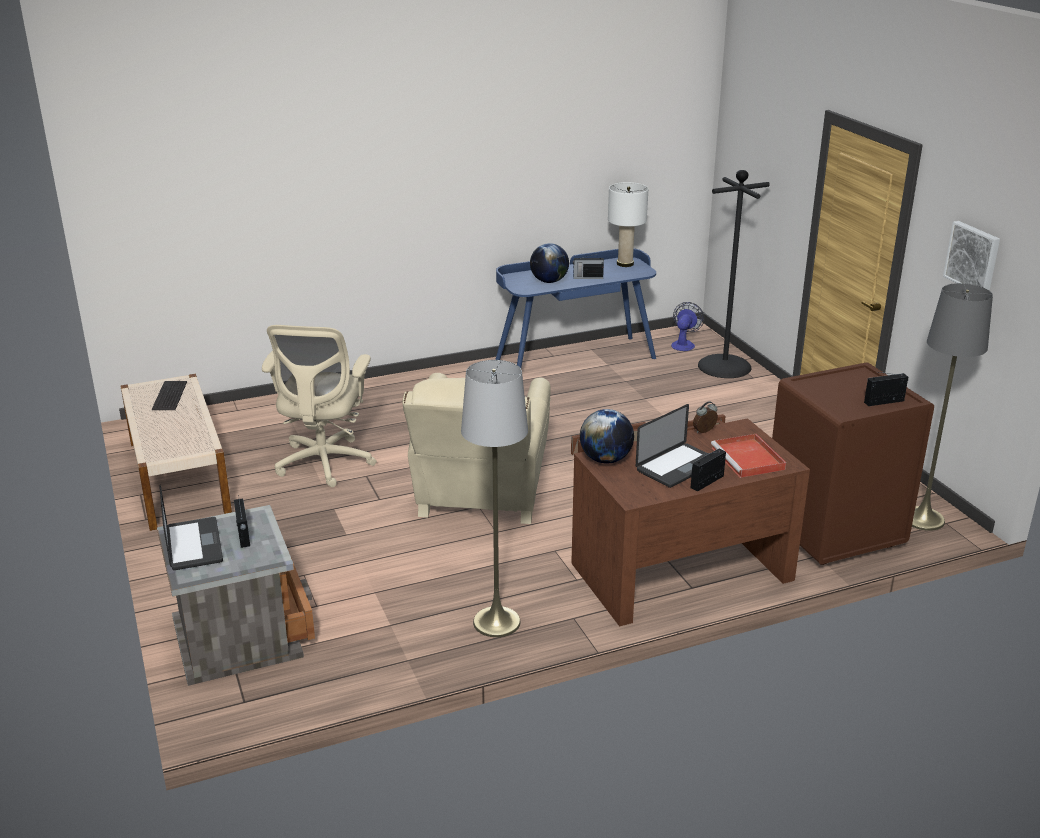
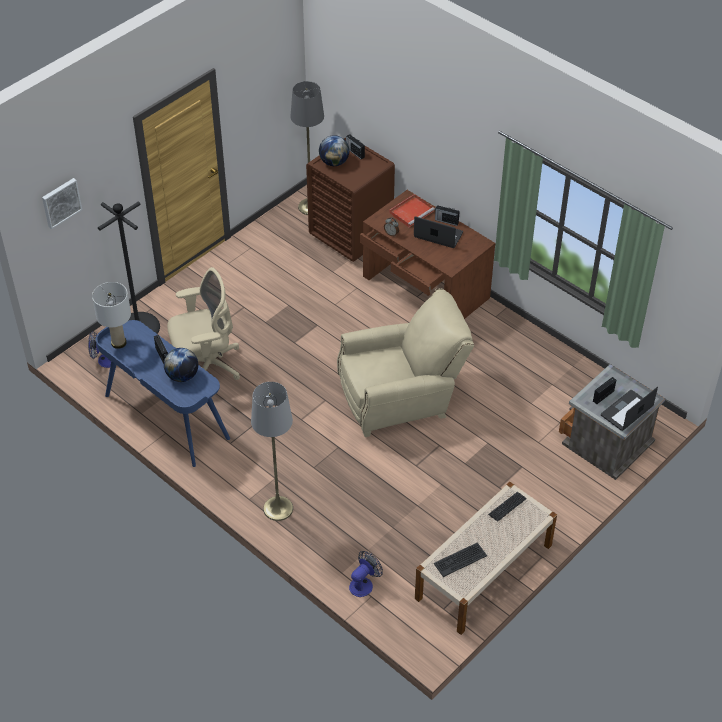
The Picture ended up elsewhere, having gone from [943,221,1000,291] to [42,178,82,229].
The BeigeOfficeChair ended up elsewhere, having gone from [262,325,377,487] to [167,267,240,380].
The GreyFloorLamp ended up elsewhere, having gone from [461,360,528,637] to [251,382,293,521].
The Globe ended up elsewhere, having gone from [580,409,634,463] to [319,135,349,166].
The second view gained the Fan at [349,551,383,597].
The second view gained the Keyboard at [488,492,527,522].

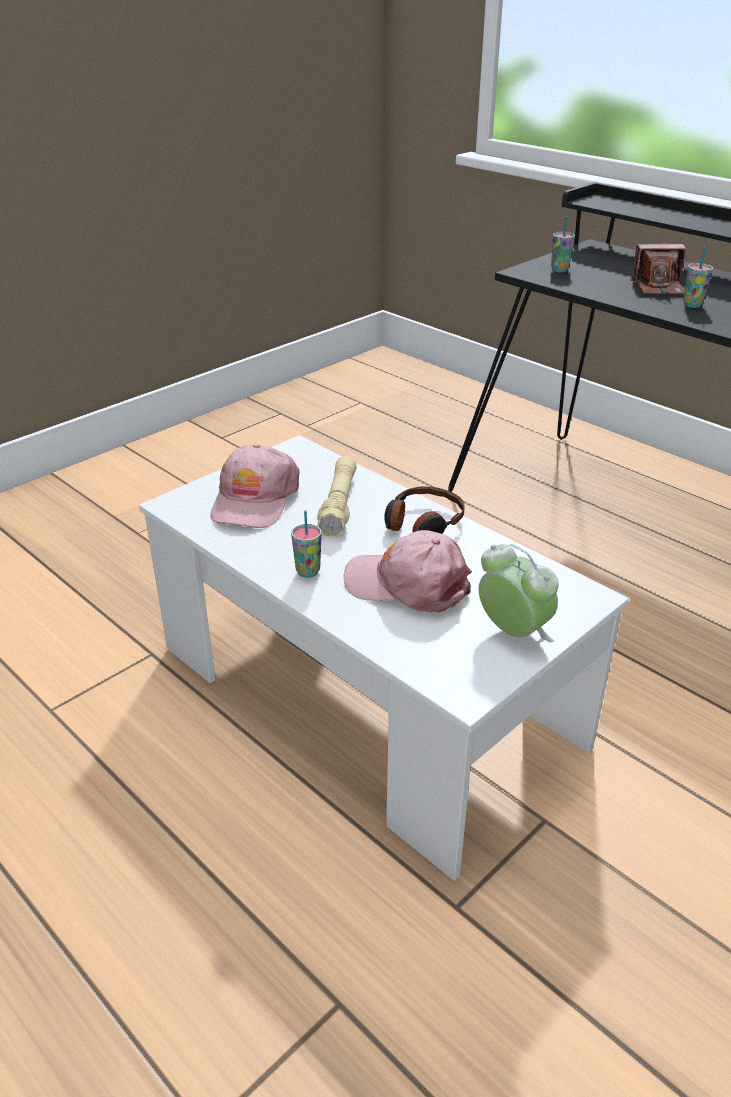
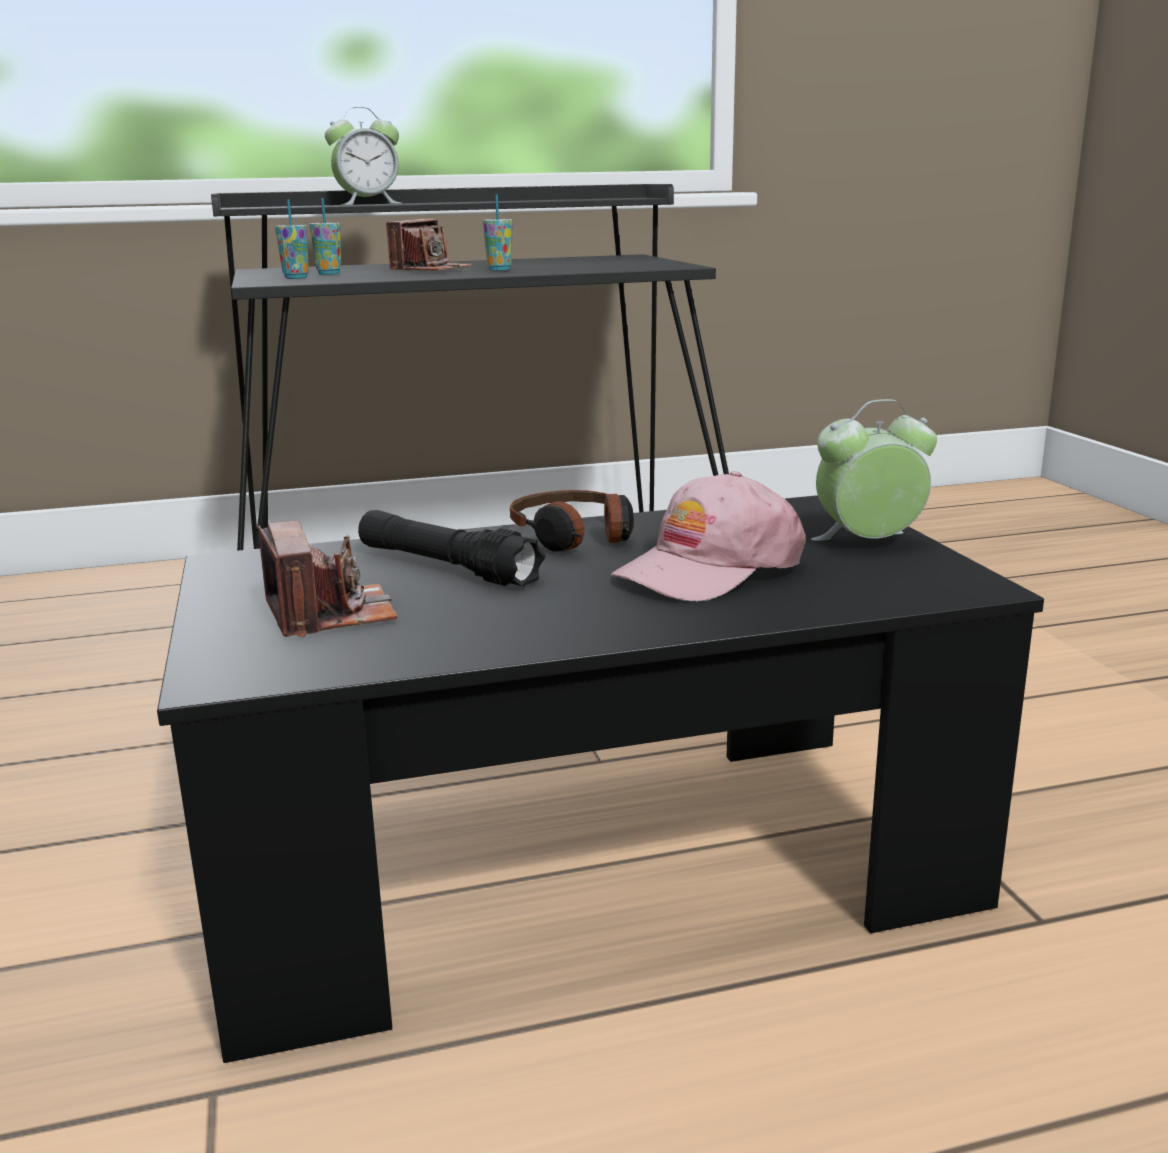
What was the WhiteCoffeeTable at [139,435,629,881] turned into the BlackCoffeeTable at [157,495,1044,1063].
Where the PinkCap stood at [210,444,300,528], the PhotoCamera came to stand at [258,521,397,637].
The Cup ended up elsewhere, having gone from [291,511,322,578] to [310,198,341,275].
The second view gained the AlarmClock at [325,107,401,205].
What was the BeigeFlashlight at [317,456,357,537] turned into the BlackFlashlight at [358,510,545,587].

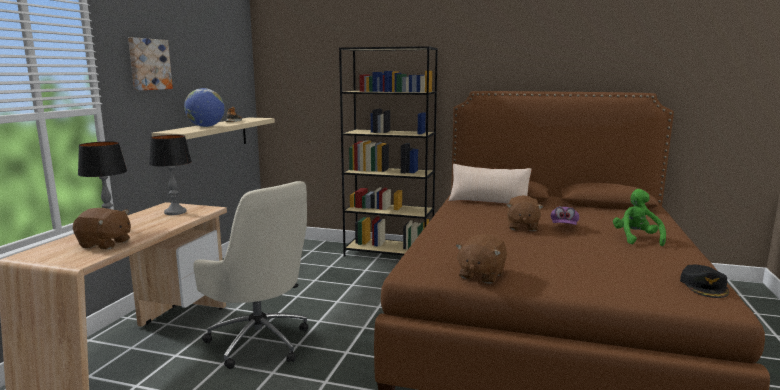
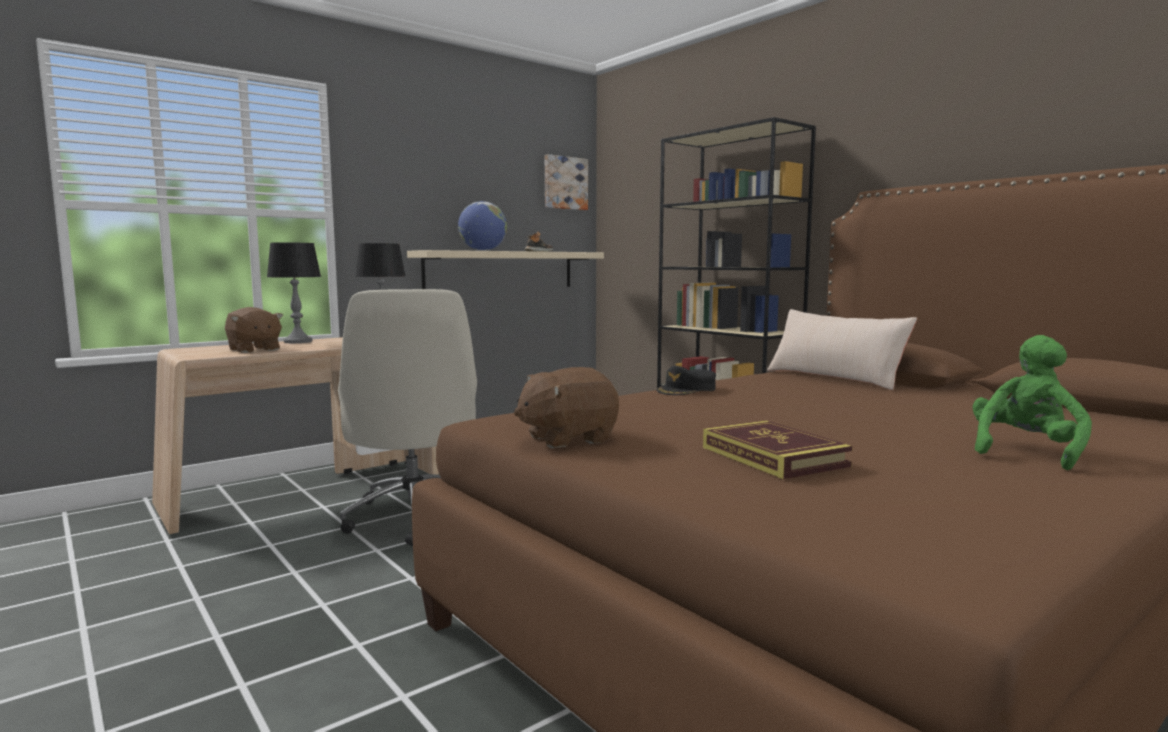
The Picture ended up elsewhere, having gone from [128,37,173,91] to [545,154,588,210].
The BlackCap ended up elsewhere, having gone from [680,265,729,298] to [657,366,716,395].
The second view gained the Book at [703,421,853,479].
The second view lost the BrownPlushToy at [507,195,543,231].
The second view lost the PurpleCap at [551,206,579,225].

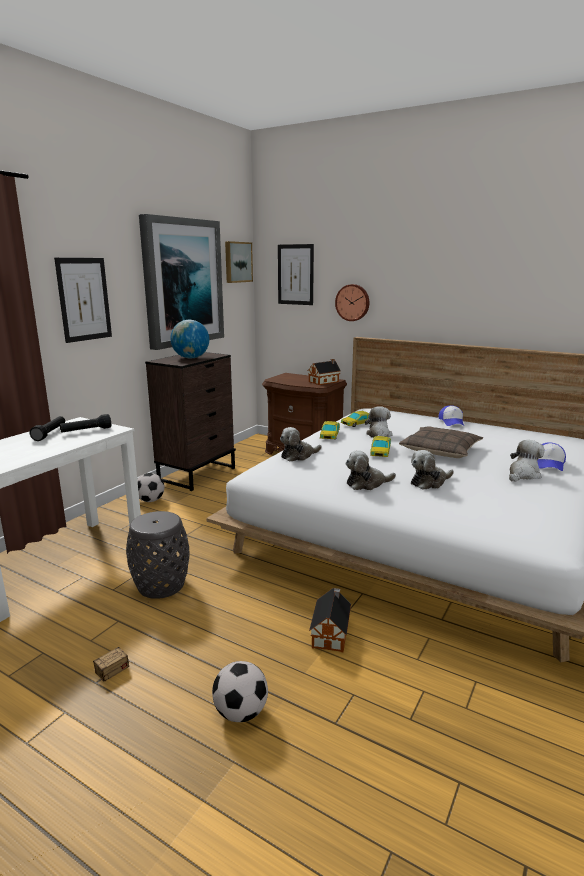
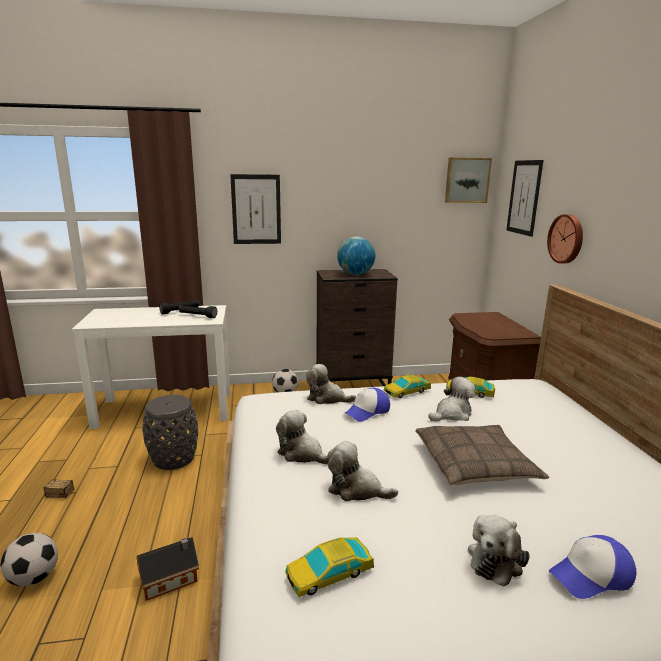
The ToyCar ended up elsewhere, having gone from [370,436,391,457] to [285,537,374,597].
The Cap ended up elsewhere, having gone from [439,405,464,426] to [345,388,390,422].
The PlushToy at [509,440,544,482] ended up facing another way, 120 degrees clockwise from before.
The second view lost the Picture at [139,214,224,350].
The second view lost the ToyHouse at [308,359,341,385].

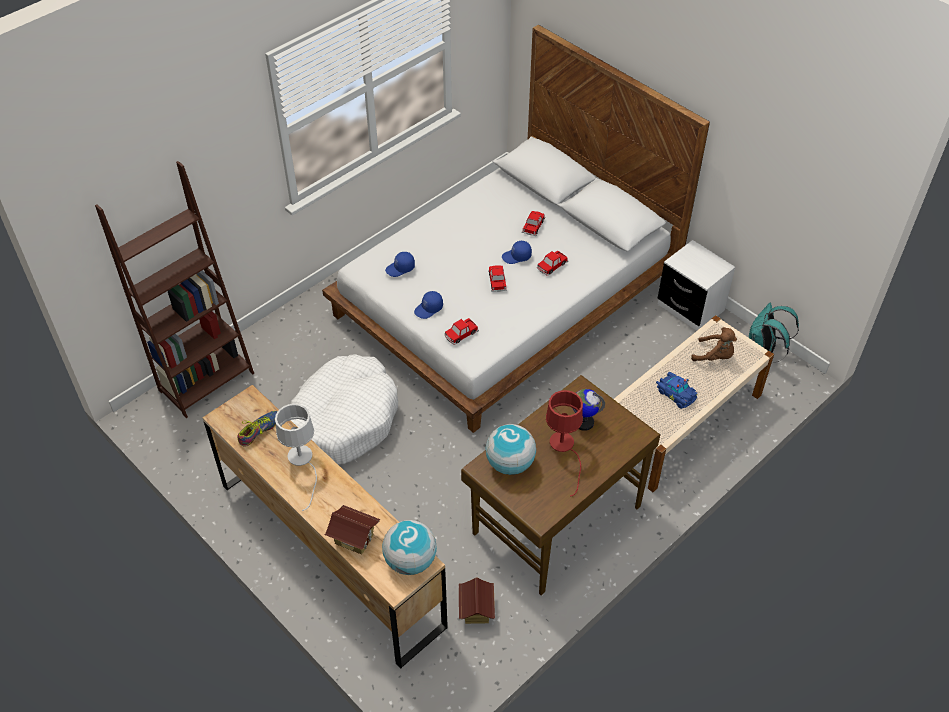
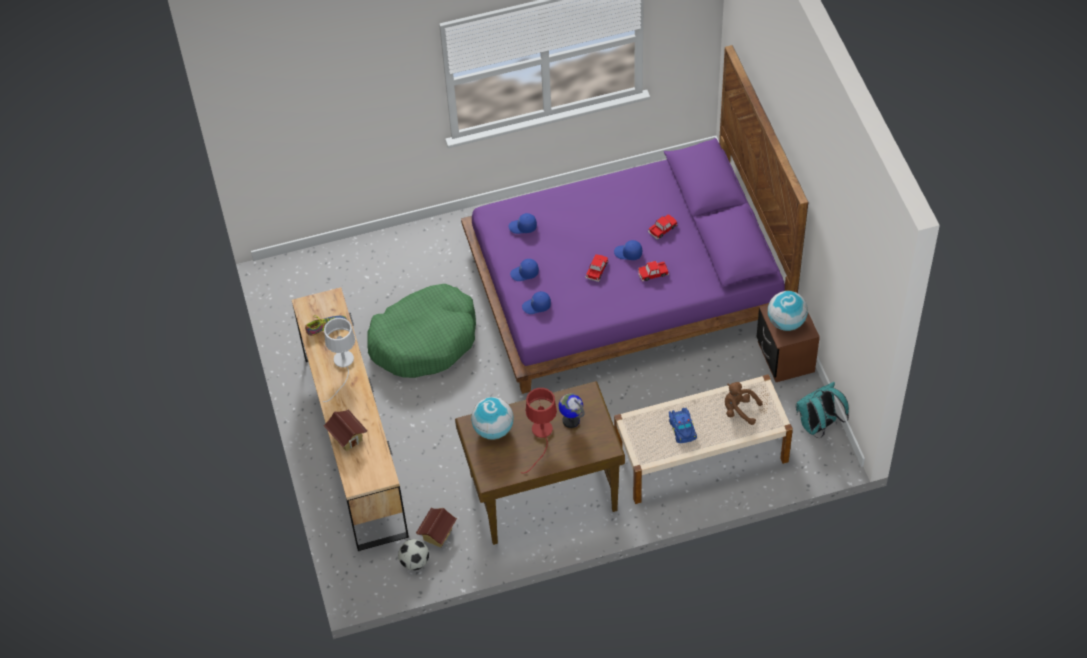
What was the WhiteDogBed at [291,354,398,464] turned into the GreenDogBed at [367,284,476,378].
The second view gained the Football at [398,539,429,571].
What was the WhiteBed at [322,25,710,433] turned into the PurpleBed at [461,45,808,394].
Where the ToyCar stood at [444,318,479,345], the BlueCap came to stand at [522,291,551,314].
The BrownPlushToy at [691,327,737,361] ended up facing another way, 150 degrees clockwise from before.
What was the WhiteNightstand at [658,240,735,331] turned into the BrownNightstand at [757,304,820,382].
The Globe ended up elsewhere, having gone from [382,520,437,575] to [768,291,808,331].
The second view lost the BrownBookcase at [95,161,254,418].

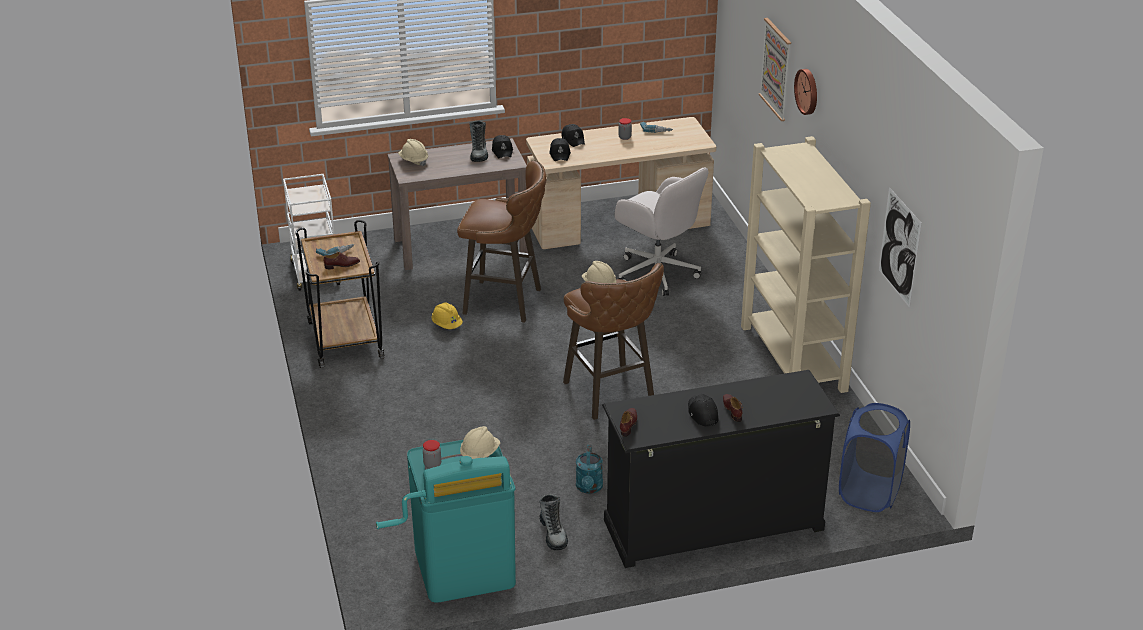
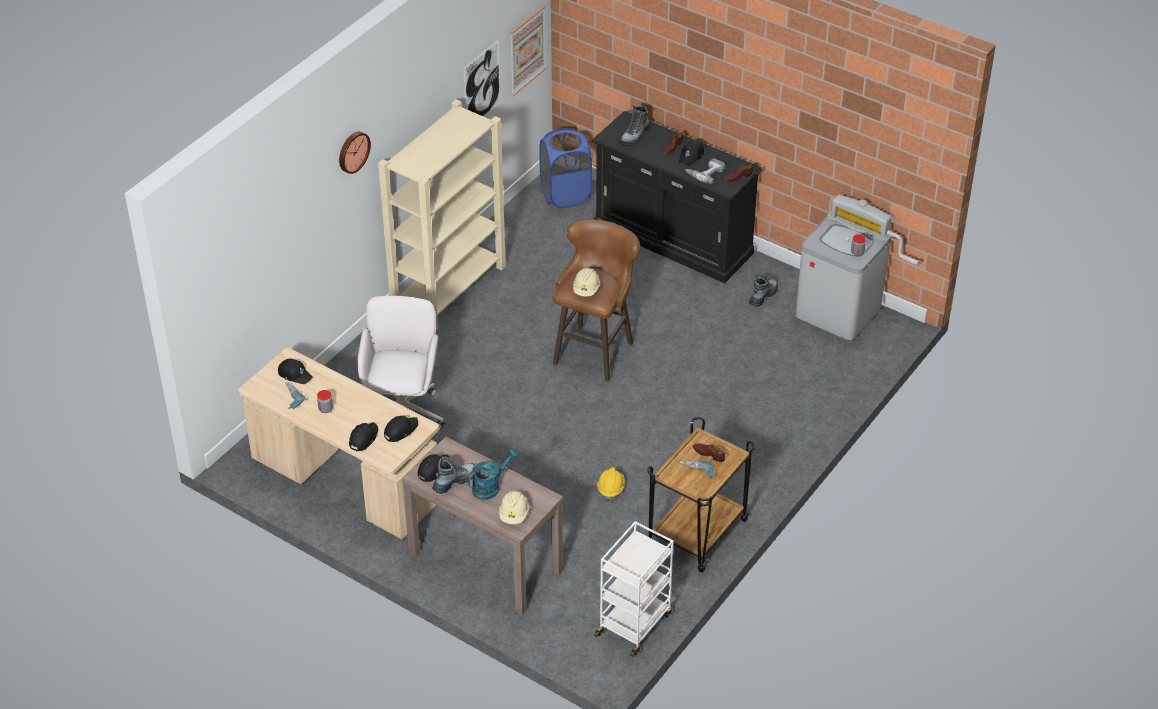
The second view gained the BlackCap at [278,359,313,384].
The TurquoiseWateringCan ended up elsewhere, having gone from [576,445,603,494] to [467,448,518,500].
The Picture ended up elsewhere, having gone from [759,18,791,121] to [509,5,546,96].
The second view gained the Boot at [620,106,651,146].
The second view gained the PowerDrill at [685,158,726,184].
What was the TurquoiseWashingMachine at [376,440,516,603] turned into the GreyWashingMachine at [796,195,919,340].
The second view lost the BrownStool at [457,160,547,322].
The second view lost the BeigeHardHat at [460,426,500,459].

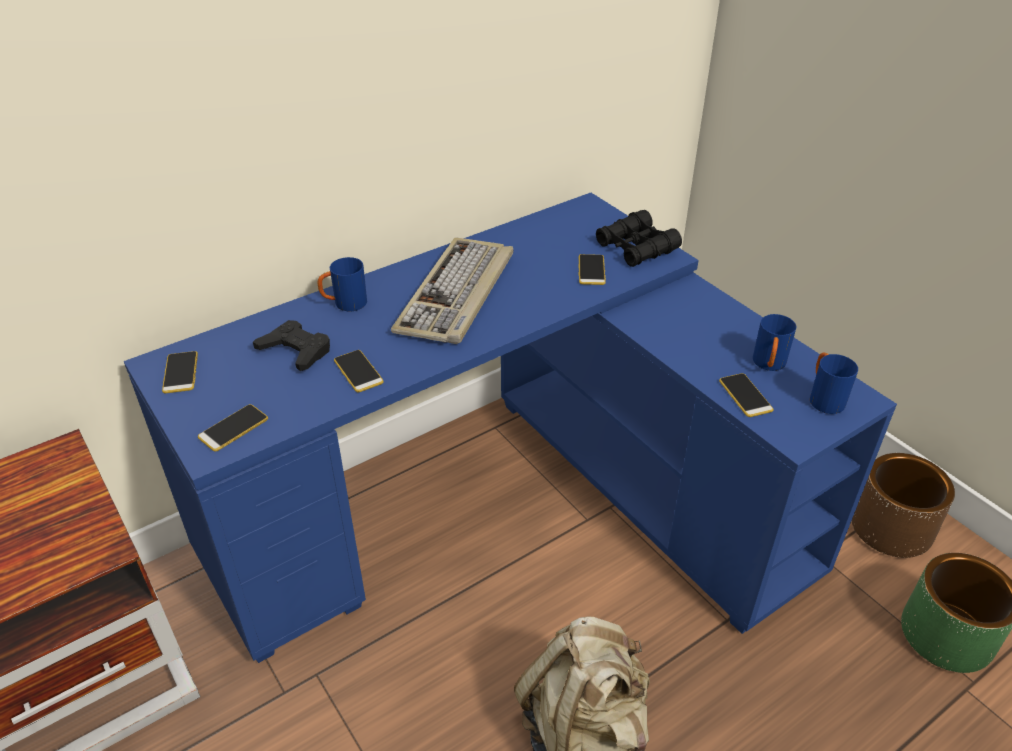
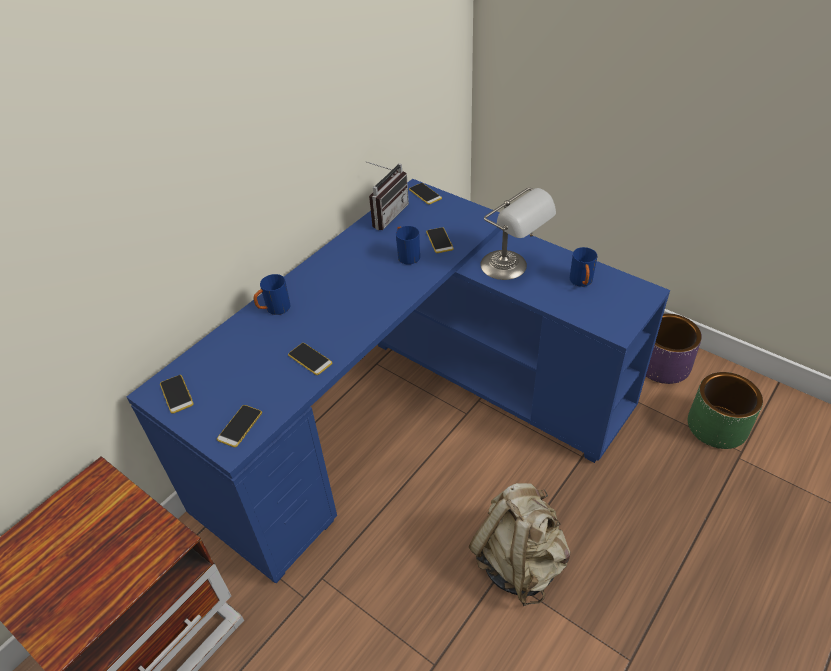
The second view gained the Radio at [367,162,409,230].
The BlueMug ended up elsewhere, having gone from [810,353,858,414] to [396,226,420,265].
The Phone ended up elsewhere, having gone from [719,373,773,417] to [409,183,442,205].
The second view gained the WhiteTableLamp at [480,188,556,280].
What was the BrownPlanter at [852,453,955,558] turned into the PurplePlanter at [646,313,702,384].
The second view lost the BlackGameController at [253,320,330,371].
The second view lost the Keyboard at [391,237,513,344].
The second view lost the BlackBinoculars at [596,210,682,267].

